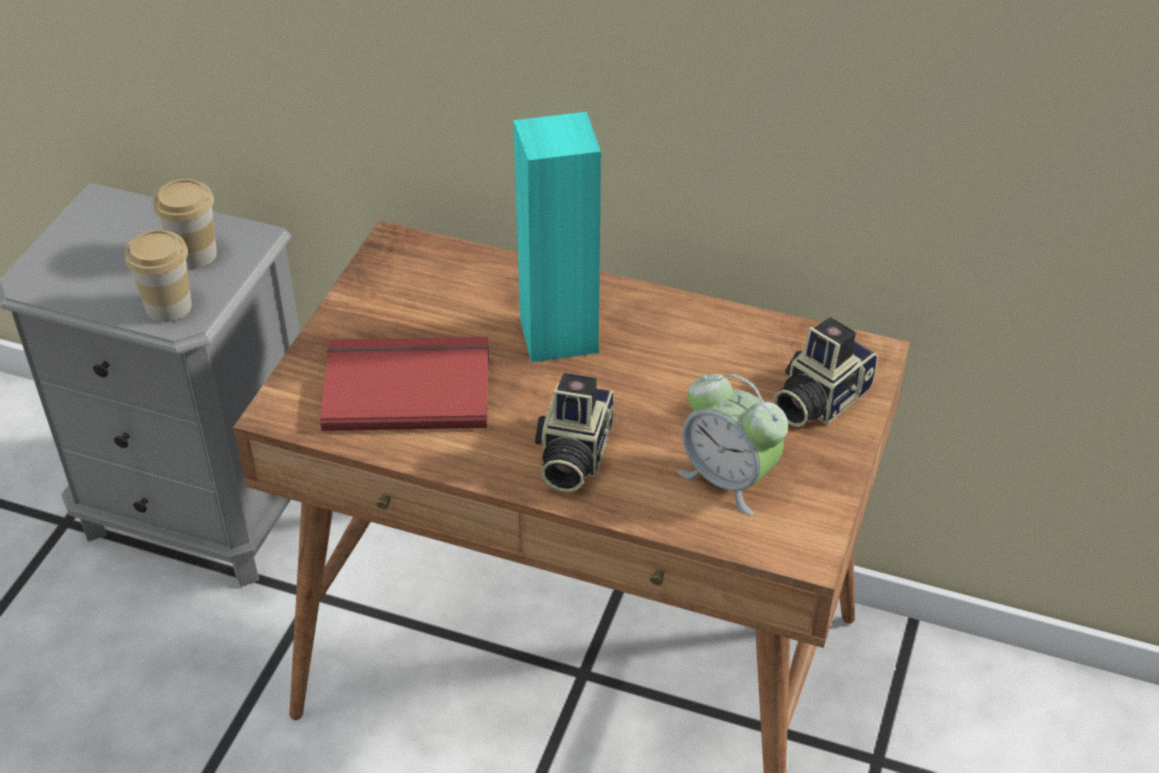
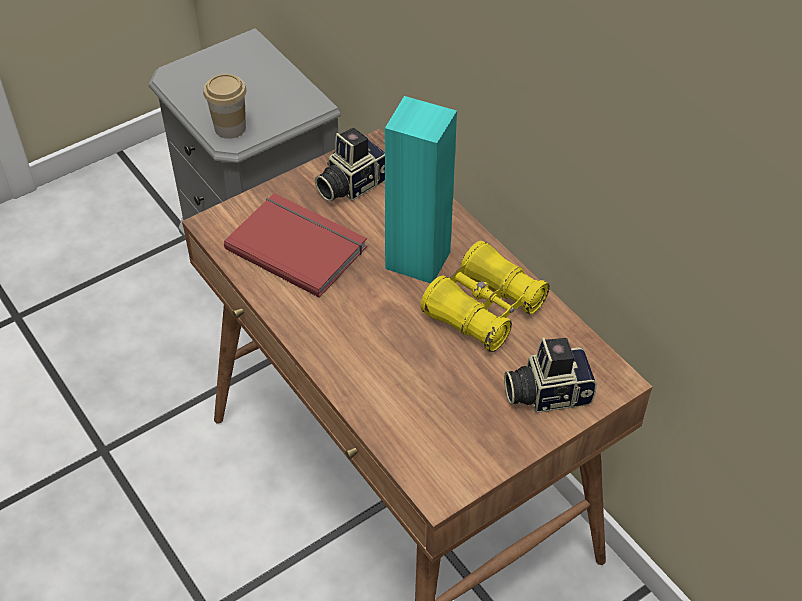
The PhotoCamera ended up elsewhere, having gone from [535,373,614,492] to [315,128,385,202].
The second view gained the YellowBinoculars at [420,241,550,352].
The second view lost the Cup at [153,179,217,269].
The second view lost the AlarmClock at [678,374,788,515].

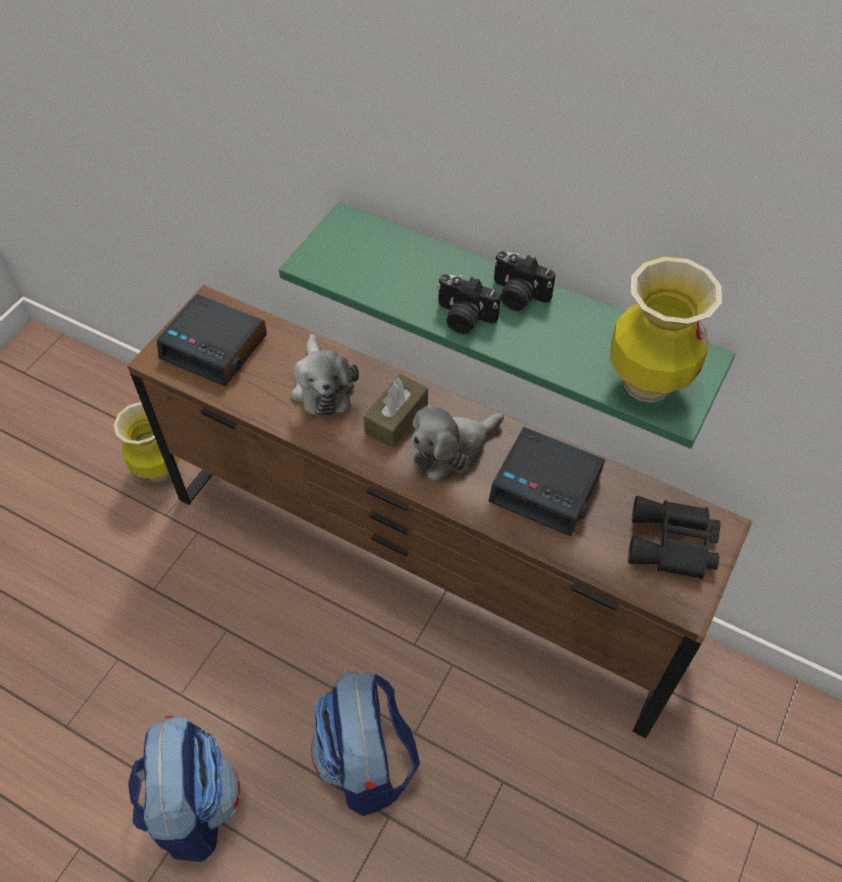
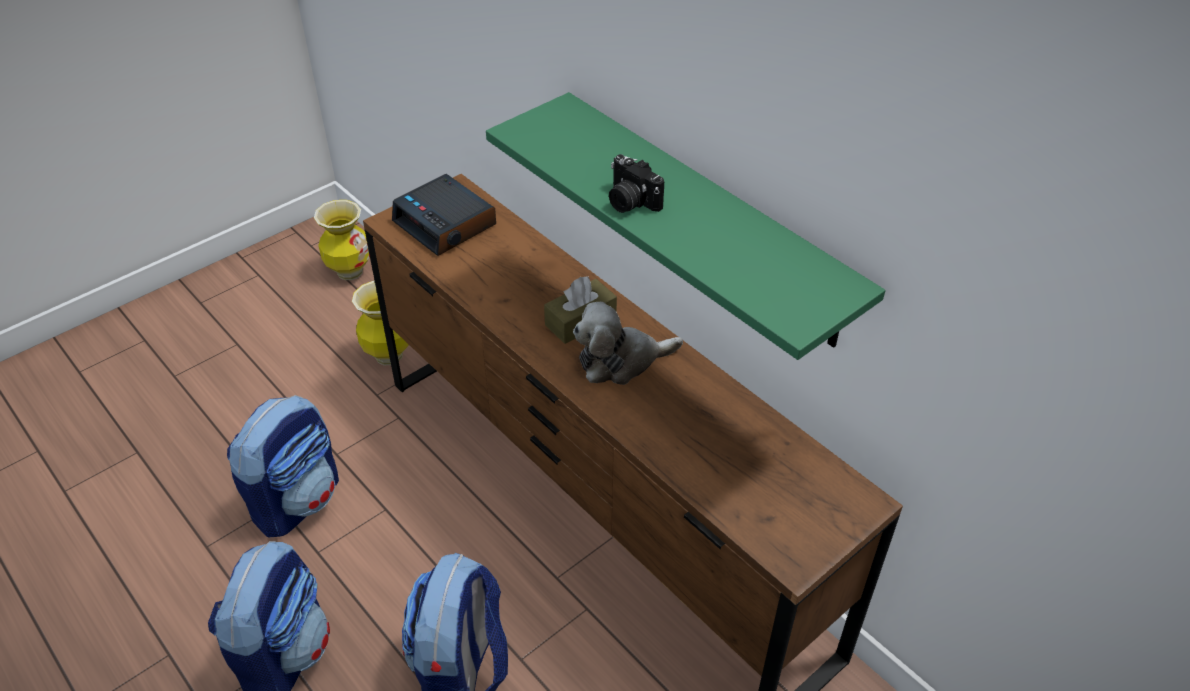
The second view gained the Backpack at [227,395,339,538].
The Vase ended up elsewhere, having gone from [610,257,722,403] to [314,200,370,280].
The second view lost the PlushToy at [291,334,359,417].
The second view lost the AlarmClock at [488,427,605,536].
The second view lost the PhotoCamera at [493,251,556,311].
The second view lost the BlackBinoculars at [628,496,721,579].

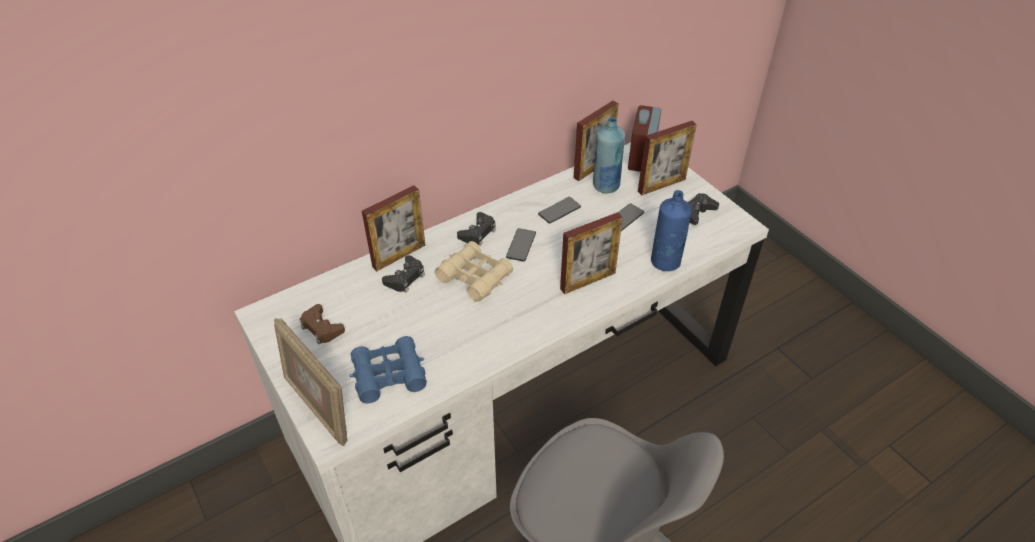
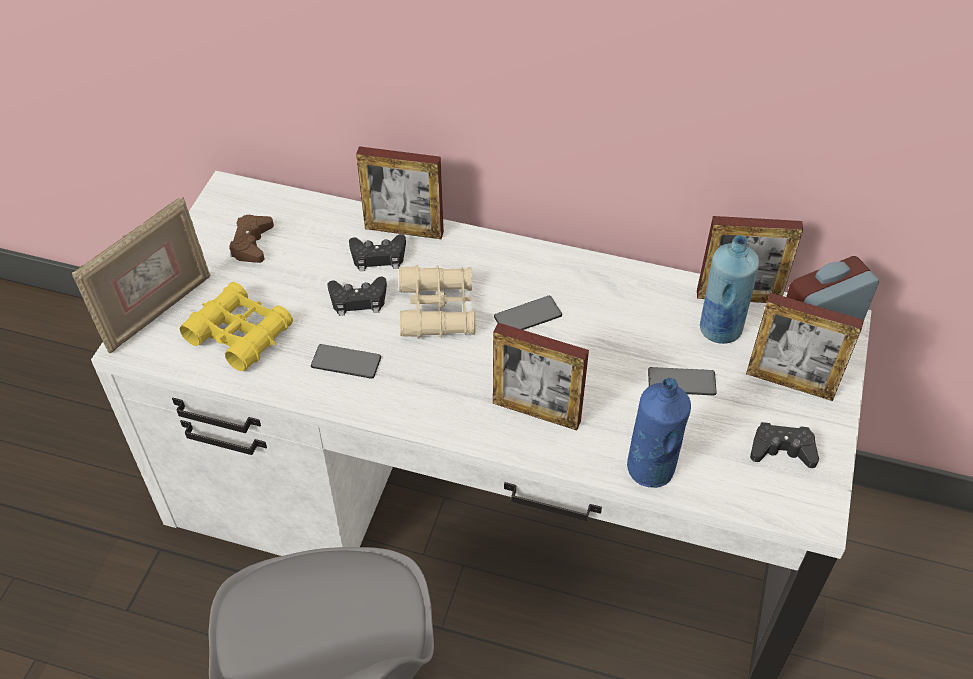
The PictureFrame at [274,318,348,446] ended up facing another way, 150 degrees counterclockwise from before.
What was the BlueBinoculars at [350,336,427,404] turned into the YellowBinoculars at [180,282,293,371].
The Phone ended up elsewhere, having gone from [538,197,581,224] to [311,344,381,379].
The BlackGameController ended up elsewhere, having gone from [457,212,496,246] to [327,277,387,316].

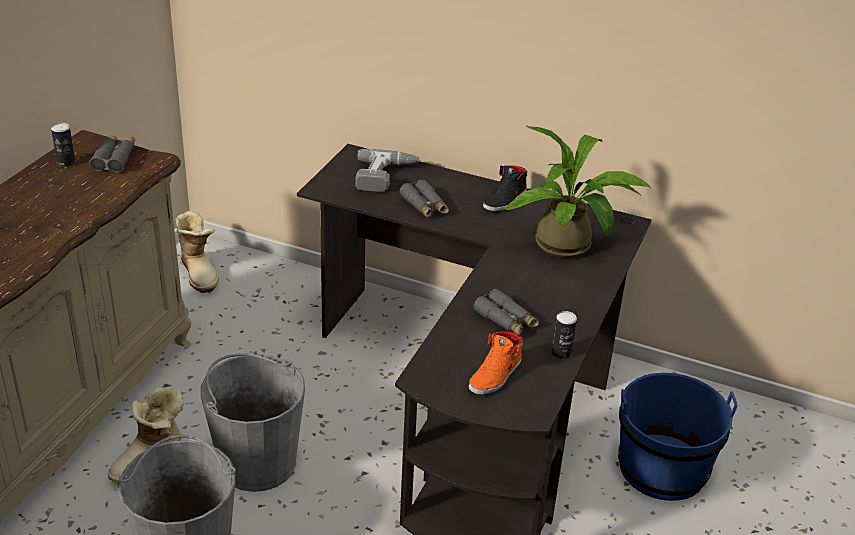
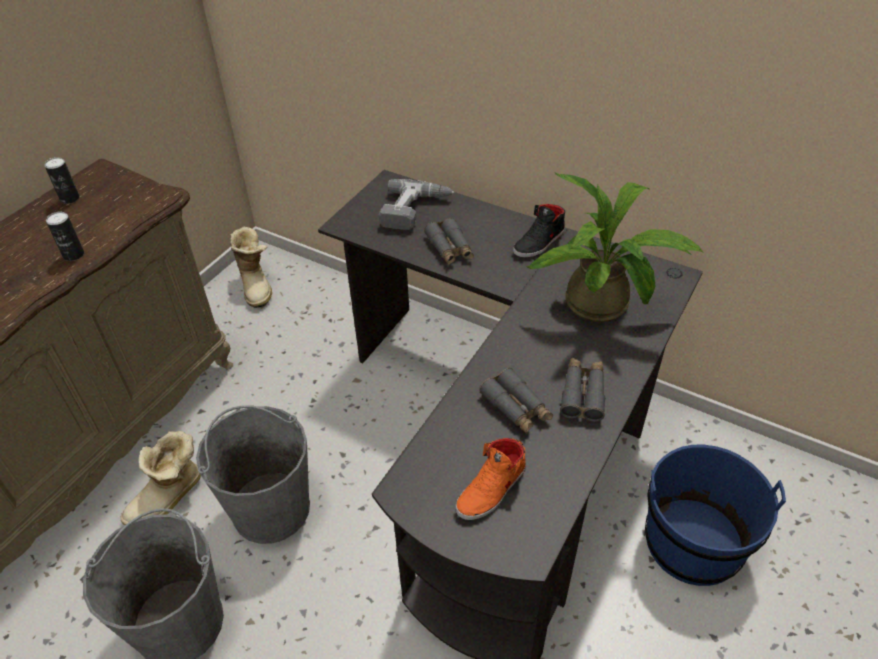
The Can ended up elsewhere, having gone from [552,311,577,359] to [46,212,84,261].
The GreyBinoculars ended up elsewhere, having gone from [89,135,135,173] to [560,358,605,422].

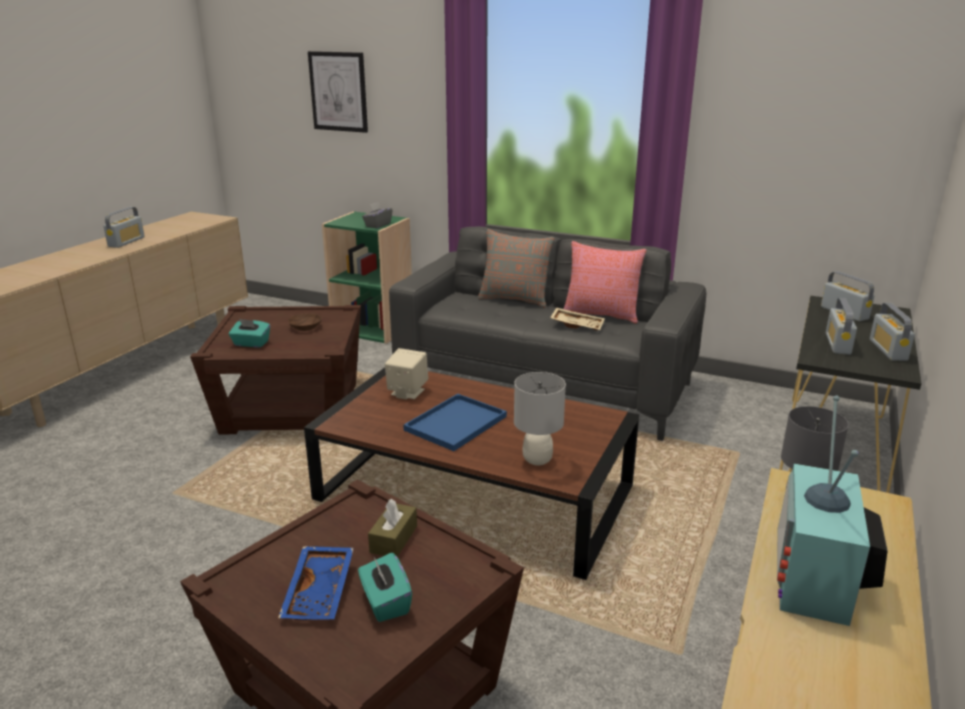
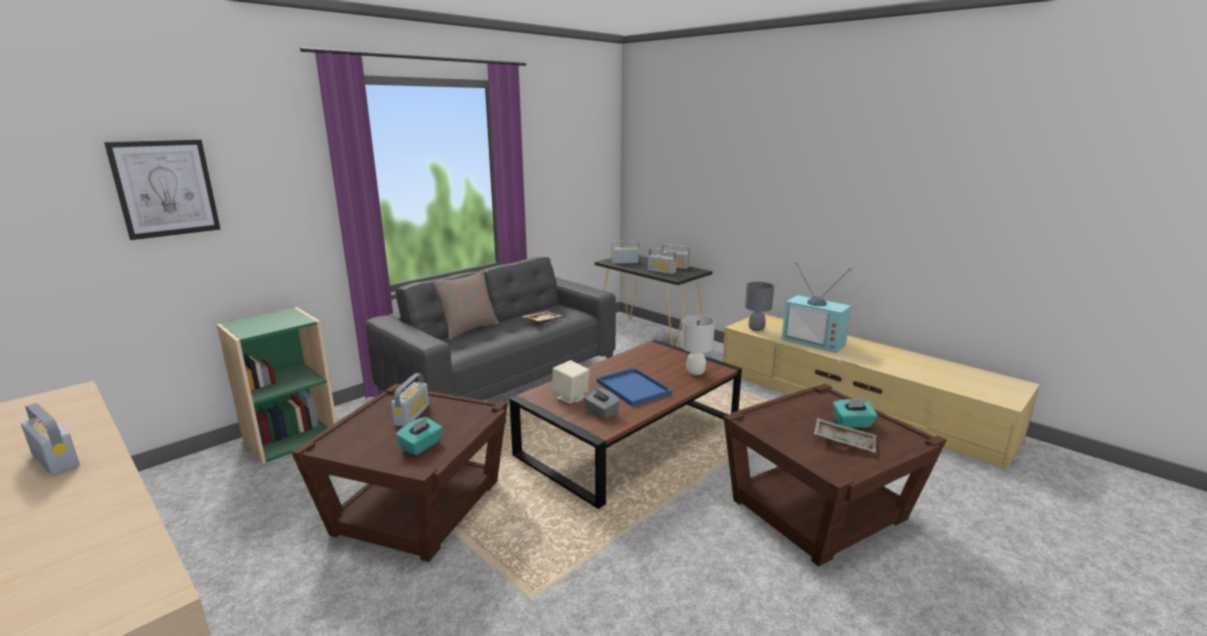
Where the BrownBowl stood at [288,313,322,331], the Radio came to stand at [391,373,429,426].
The GreyTissueBox ended up elsewhere, having gone from [362,202,393,228] to [584,388,620,419].
What was the BlueTray at [278,546,354,621] turned into the GreyTray at [814,418,876,453].
The second view lost the BrownTissueBox at [368,499,417,557].
The second view lost the PinkPillow at [564,241,646,324].

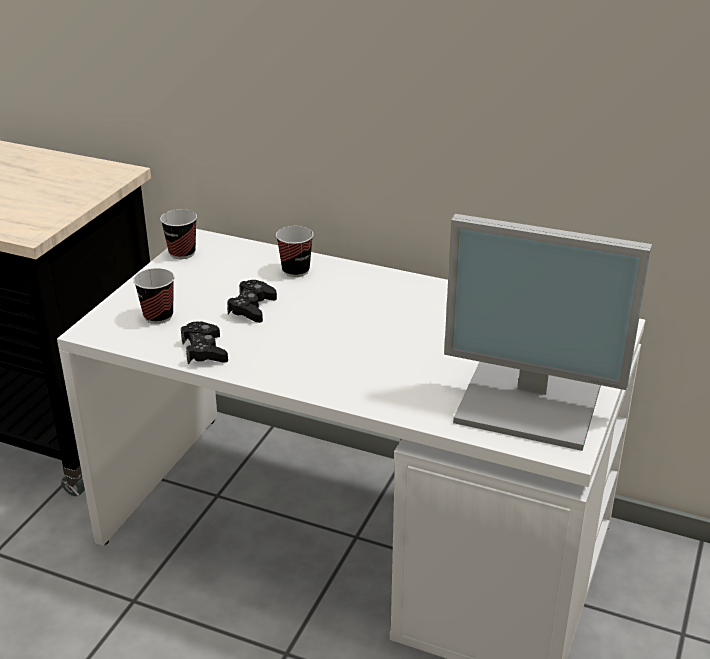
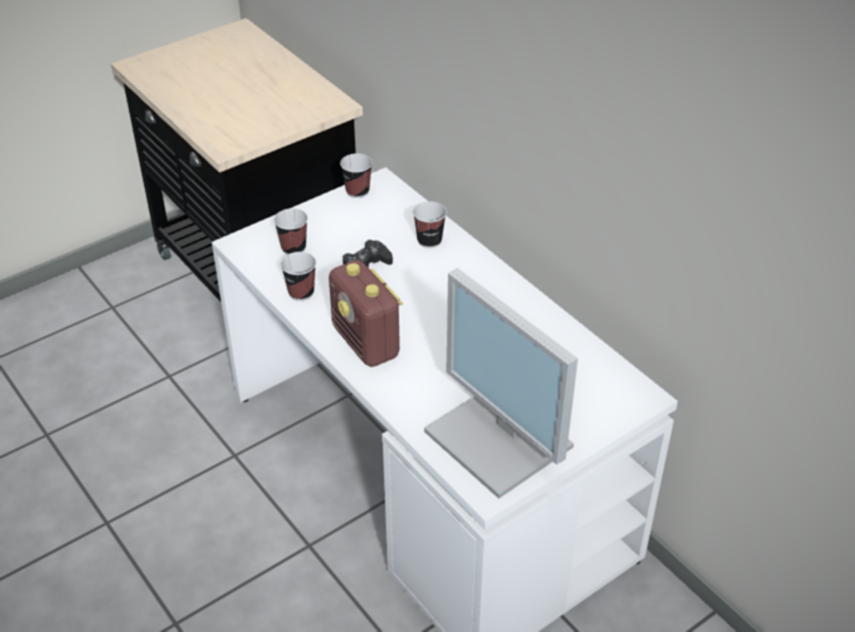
Where the BlackGameController stood at [181,321,228,365], the Cup came to stand at [281,252,316,301].
The second view gained the Radio at [329,260,403,367].

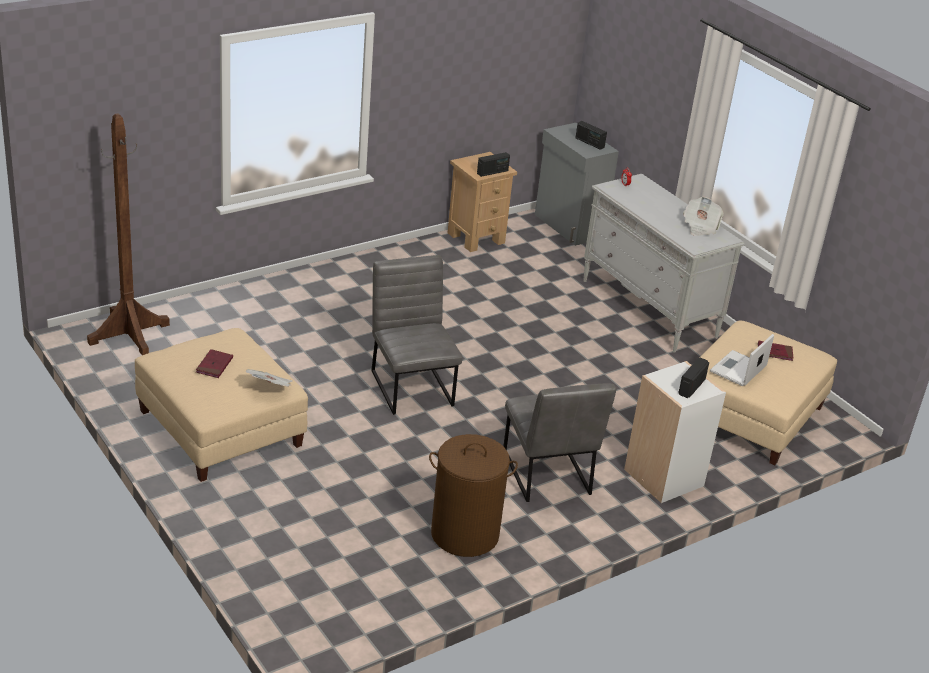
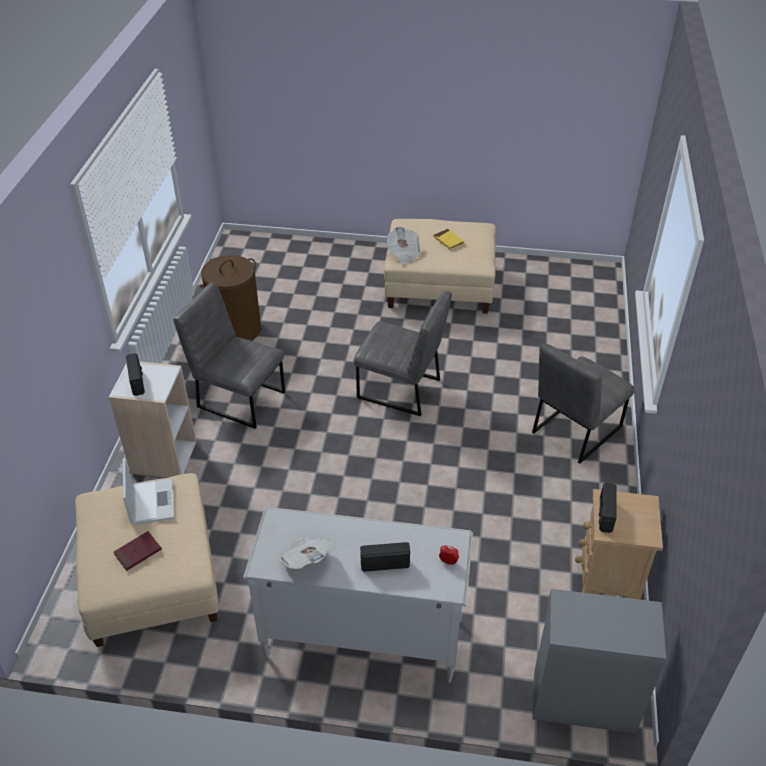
The Radio ended up elsewhere, having gone from [575,121,607,150] to [360,542,410,572].
What was the RedBook at [196,349,233,378] turned into the YellowBook at [433,229,464,249].
The second view gained the GreyChair at [532,343,635,464].
The second view lost the BrownClothesRack at [87,113,170,355].

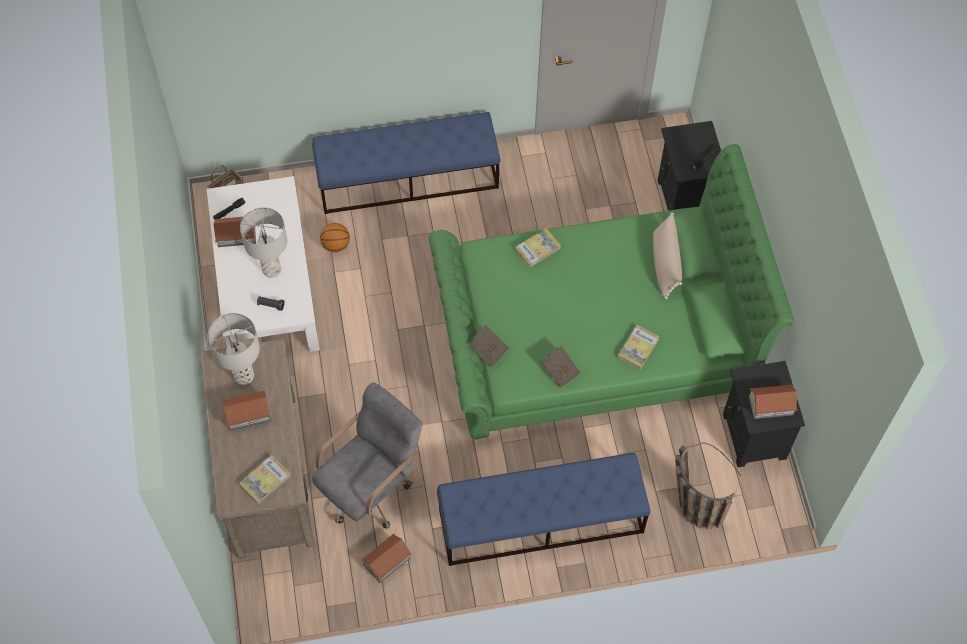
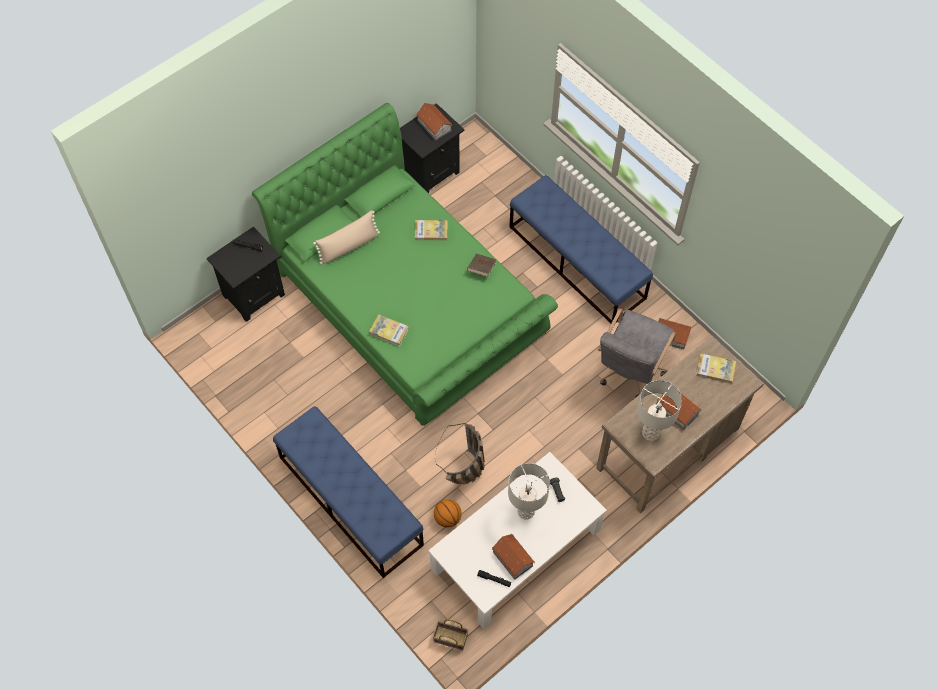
The Basket ended up elsewhere, having gone from [675,442,741,529] to [435,423,485,484].
The GreyOfficeChair at [312,382,423,529] ended up facing another way, 75 degrees counterclockwise from before.
The second view lost the BrownBook at [468,325,509,367].

